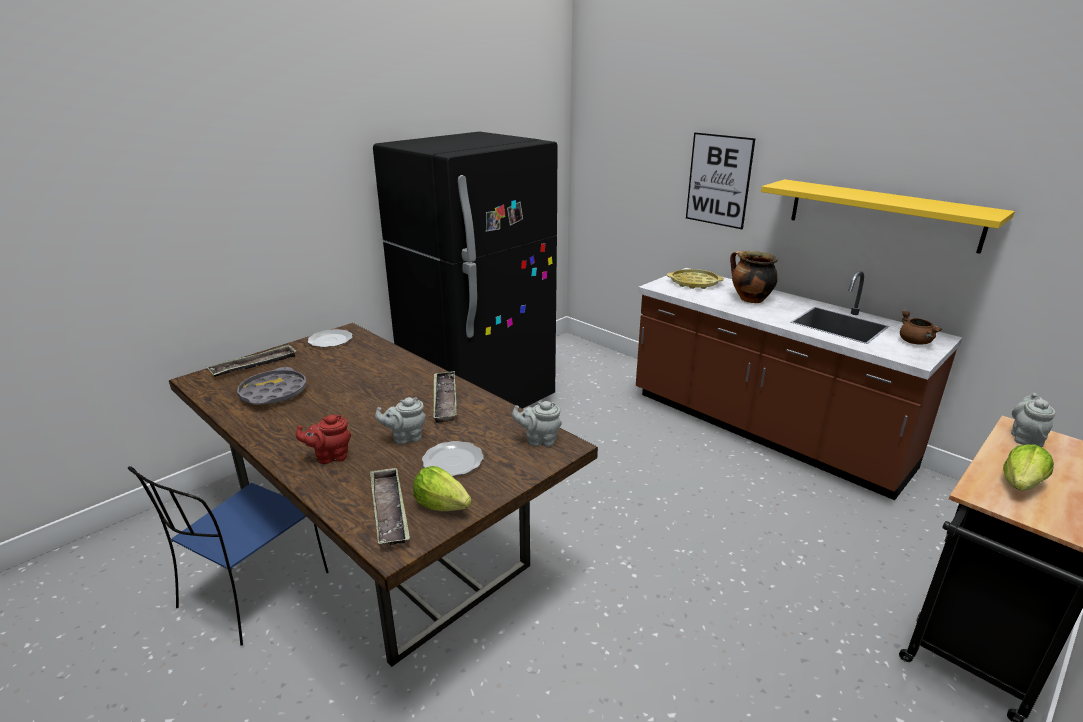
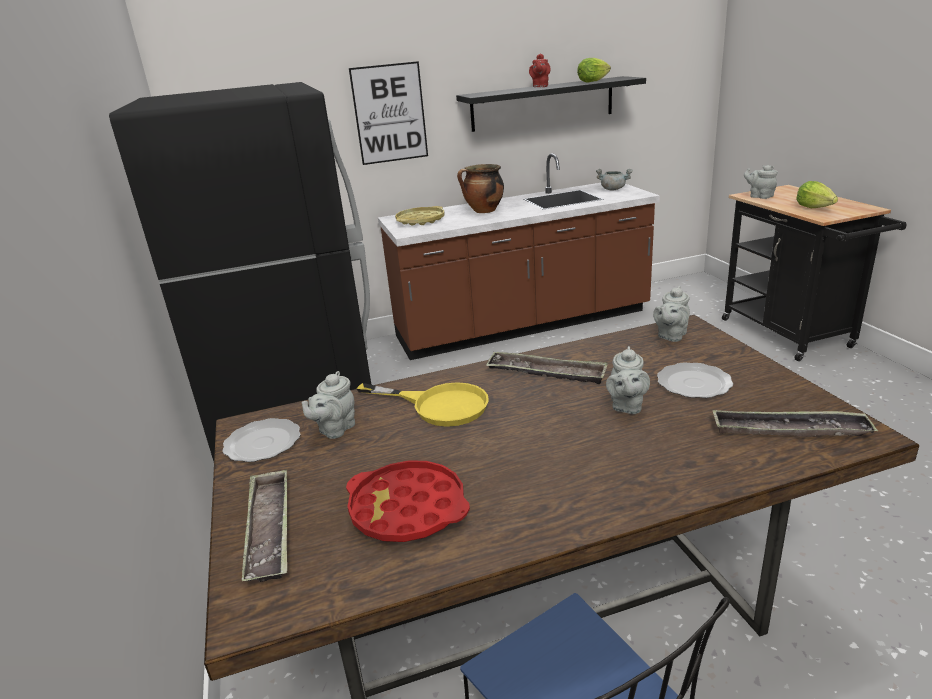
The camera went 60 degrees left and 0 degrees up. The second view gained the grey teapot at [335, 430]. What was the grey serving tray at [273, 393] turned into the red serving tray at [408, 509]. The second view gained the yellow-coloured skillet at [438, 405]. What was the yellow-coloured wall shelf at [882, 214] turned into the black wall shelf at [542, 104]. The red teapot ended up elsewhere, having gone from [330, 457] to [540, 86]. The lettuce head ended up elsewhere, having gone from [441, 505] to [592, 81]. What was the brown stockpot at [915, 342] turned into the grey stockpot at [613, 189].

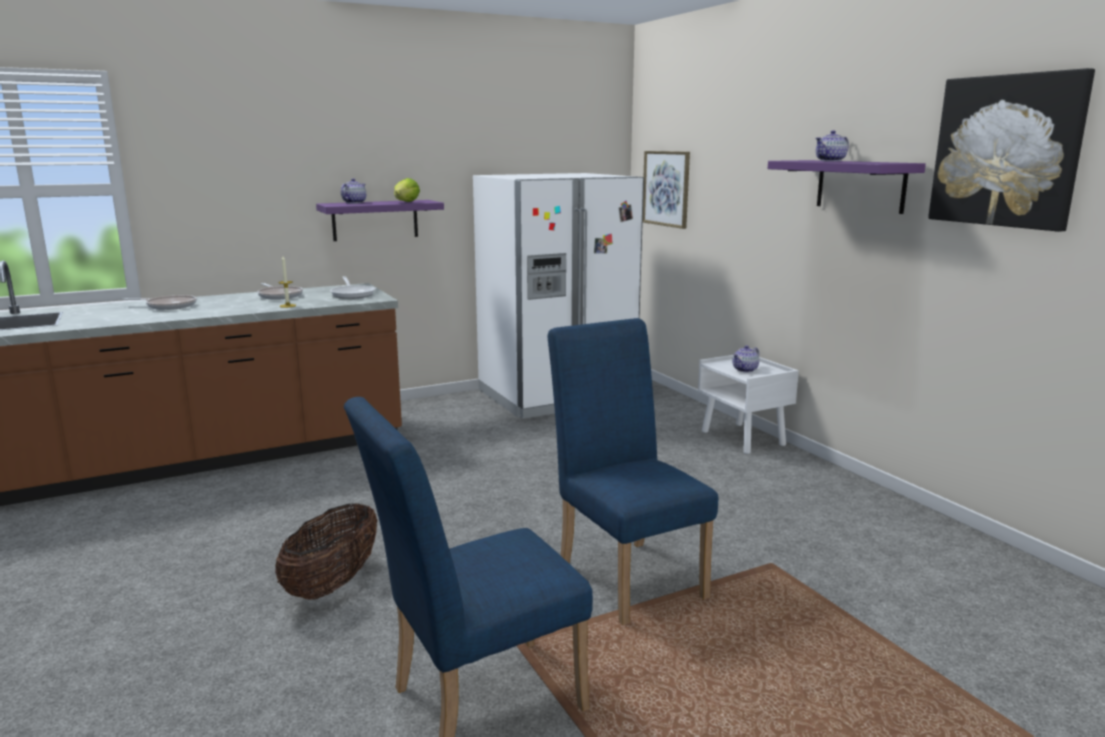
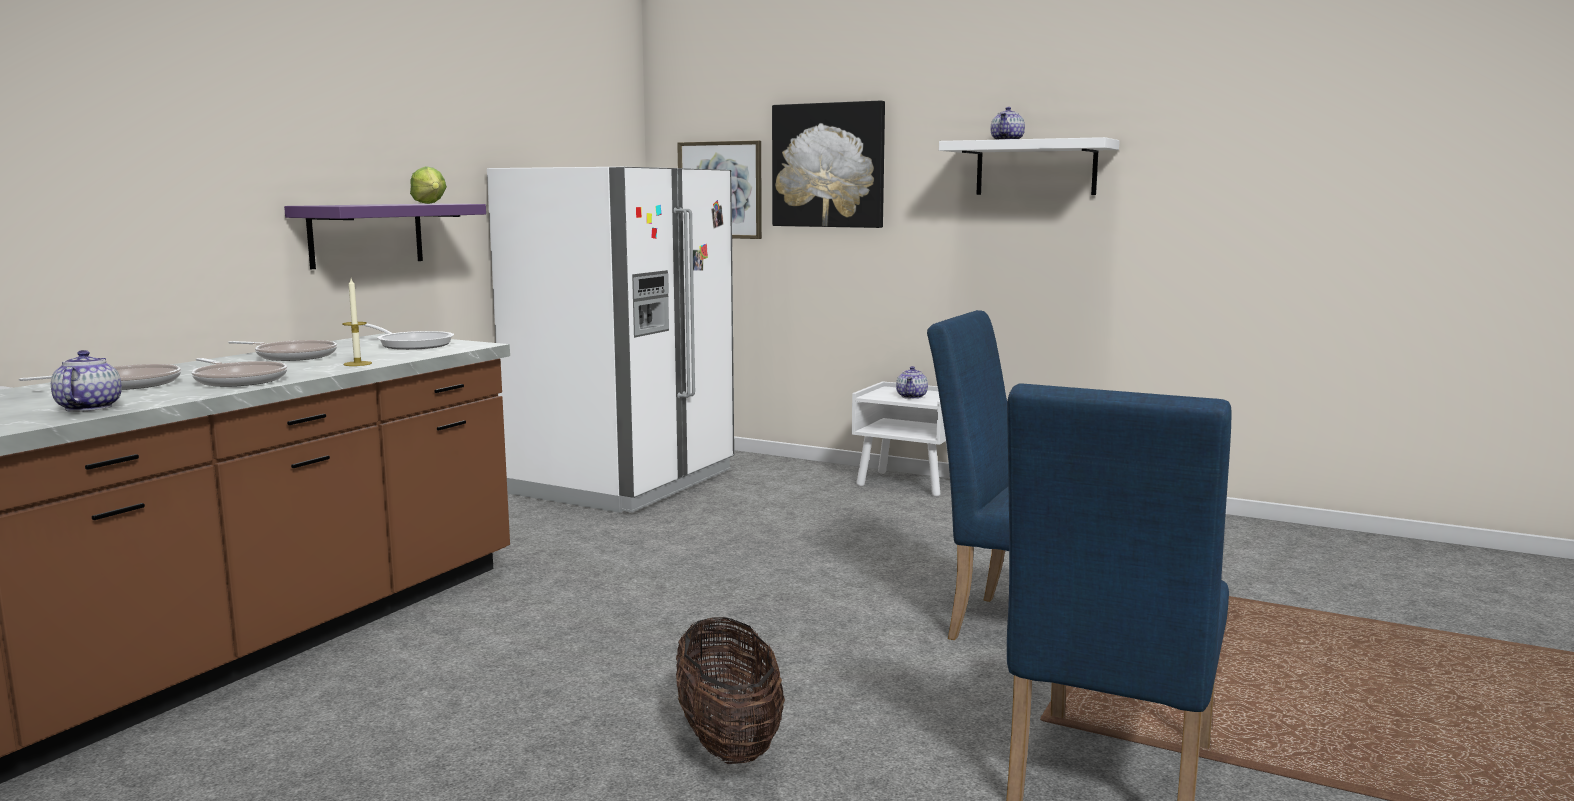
The camera went 35 degrees left and 5 degrees down. The teapot ended up elsewhere, having gone from [354, 203] to [88, 407]. The second view gained the skillet at [238, 380]. The wall picture ended up elsewhere, having gone from [1006, 151] to [828, 165]. What was the purple-coloured wall shelf at [860, 185] turned into the white-coloured wall shelf at [1036, 168].

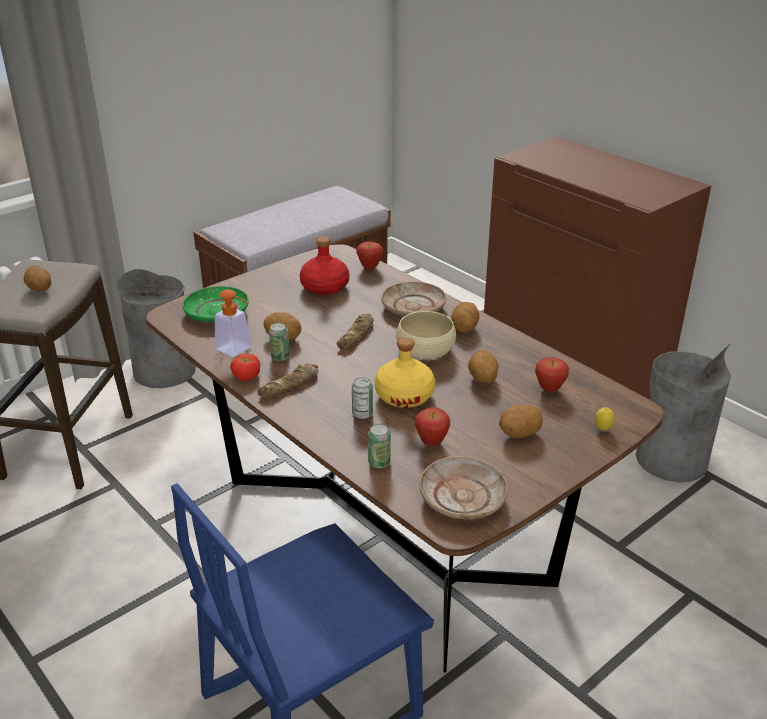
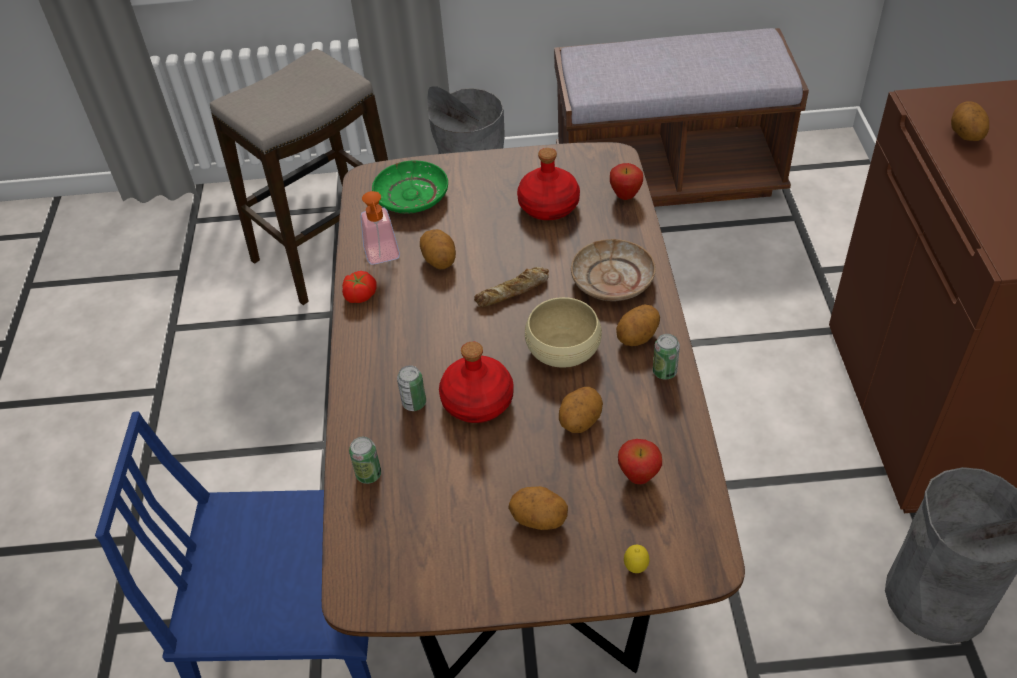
The camera went 40 degrees right and 15 degrees up. What was the yellow-coloured beverage bottle at [404, 395] turned into the red beverage bottle at [478, 400]. The can ended up elsewhere, having gone from [280, 357] to [664, 372]. The potato ended up elsewhere, having gone from [39, 290] to [965, 136]. The second view lost the baked bread at [290, 385]. The second view lost the whole apple at [431, 442]. The second view lost the sand-coloured flat dish at [462, 497].

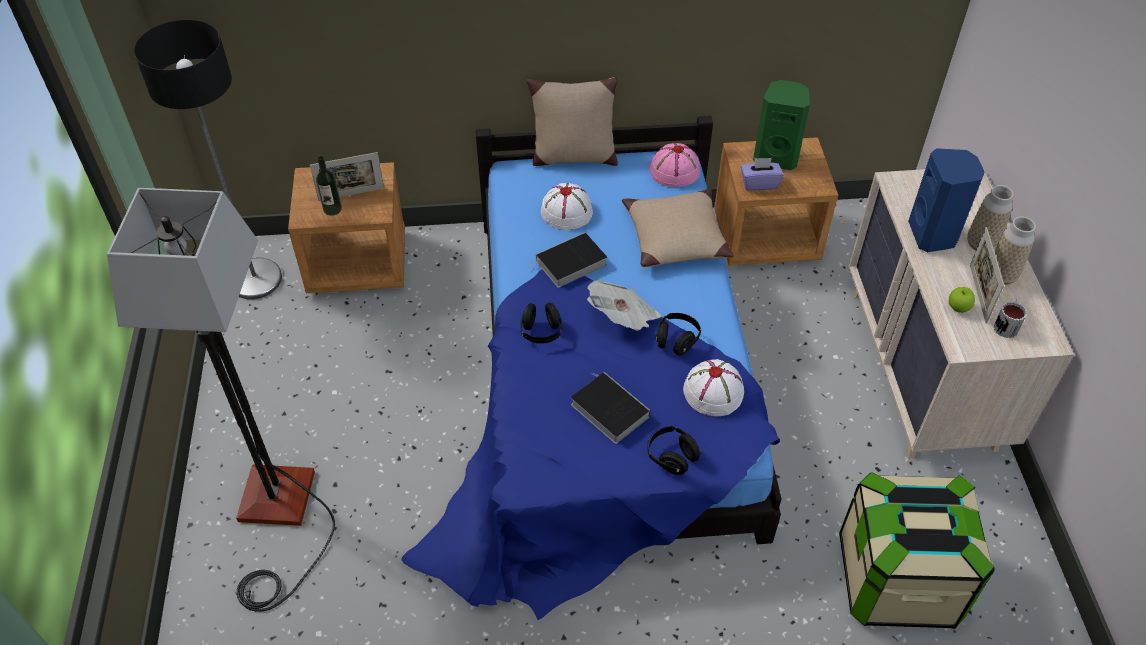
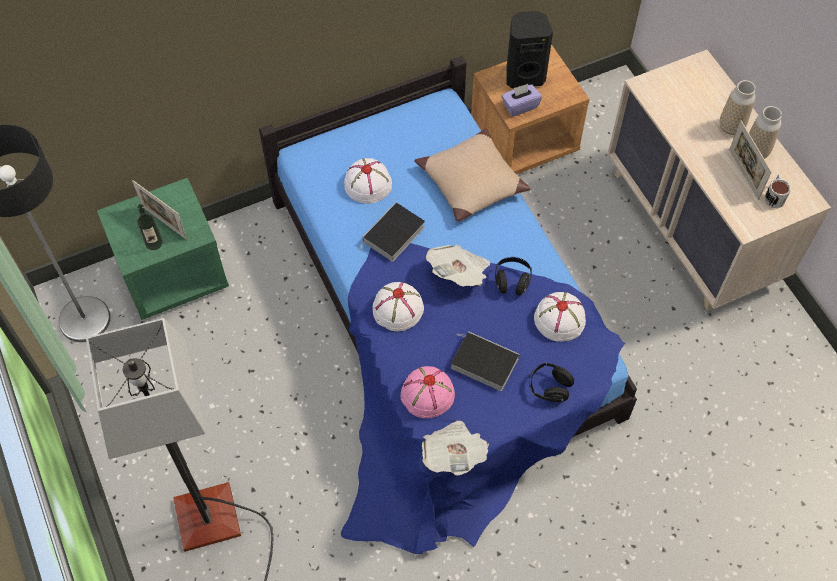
The camera went 20 degrees left and 10 degrees up. What was the brown bedside table at [358, 263] turned into the green-coloured bedside table at [174, 274]. The picture frame at [351, 194] ended up facing another way, 75 degrees clockwise from before. Where the black headset stood at [541, 332], the white-coloured wearable hat came to stand at [397, 309]. The pink-coloured wearable hat ended up elsewhere, having gone from [674, 171] to [427, 394]. The second view gained the printed paper at [454, 454]. What was the green-coloured speaker at [776, 157] turned into the black speaker at [524, 75]. The second view lost the sand-coloured cushion at [573, 156]. The second view lost the storage box at [898, 579]. The second view lost the blue-coloured speaker at [933, 235]. The second view lost the whole apple at [958, 308].

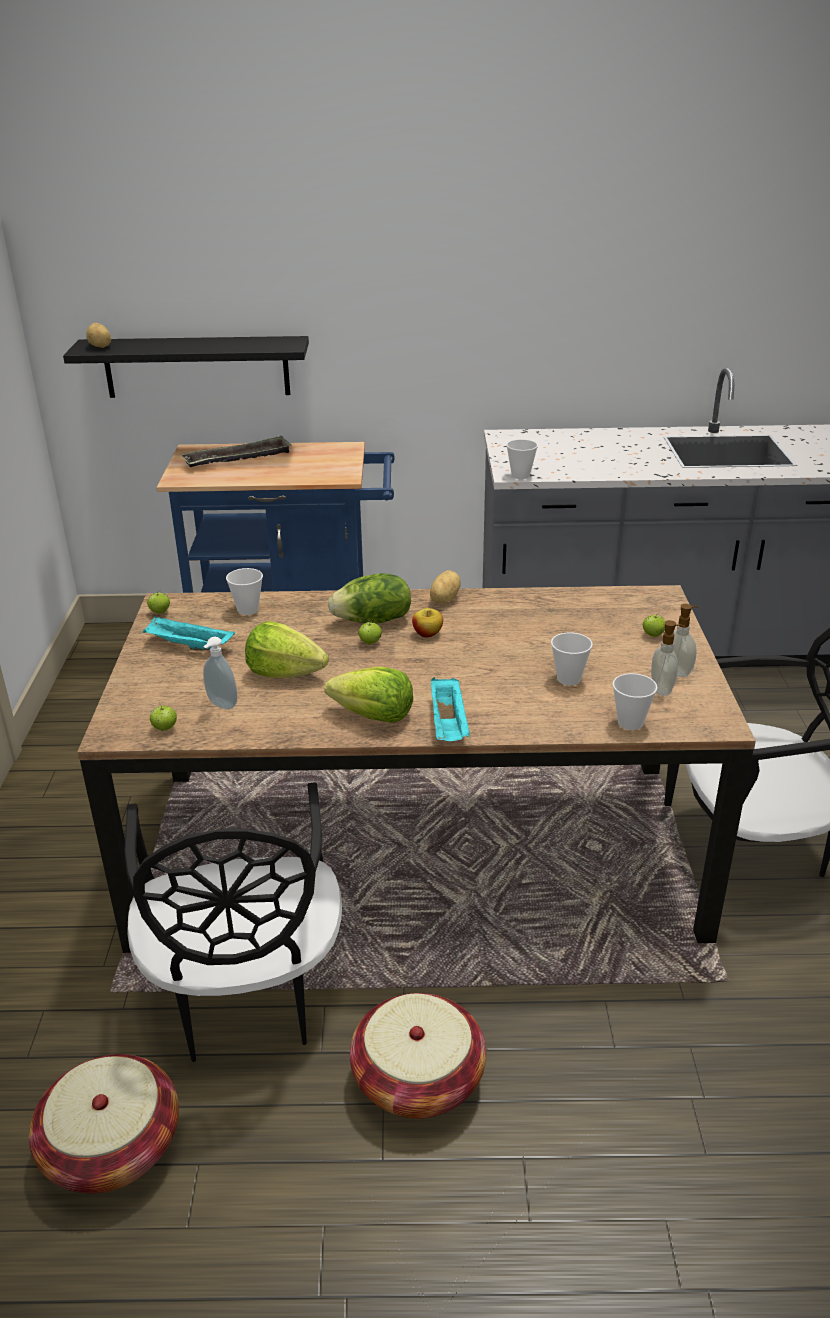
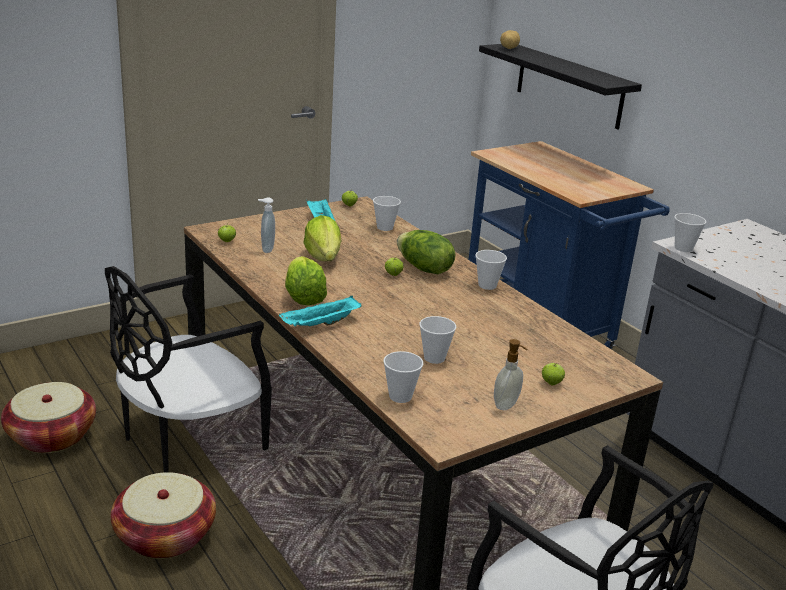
The camera went 55 degrees right and 5 degrees down. Where the potato stood at [443, 599], the small cup came to stand at [487, 285]. The second view lost the serving tray at [238, 458]. The second view lost the whole apple at [427, 634]. The second view lost the liquid soap bottle at [662, 689].

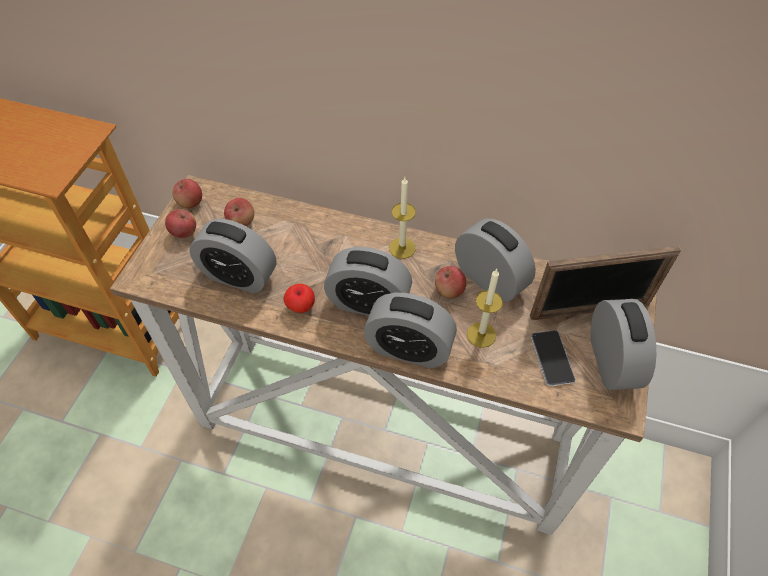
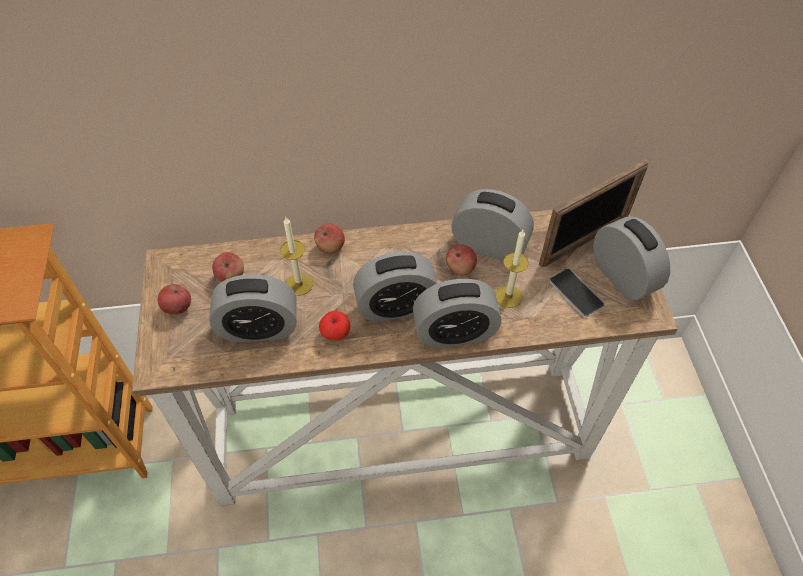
The camera went 25 degrees left and 0 degrees up. The wax light ended up elsewhere, having gone from [402, 248] to [299, 284]. The whole apple ended up elsewhere, having gone from [190, 203] to [330, 247].

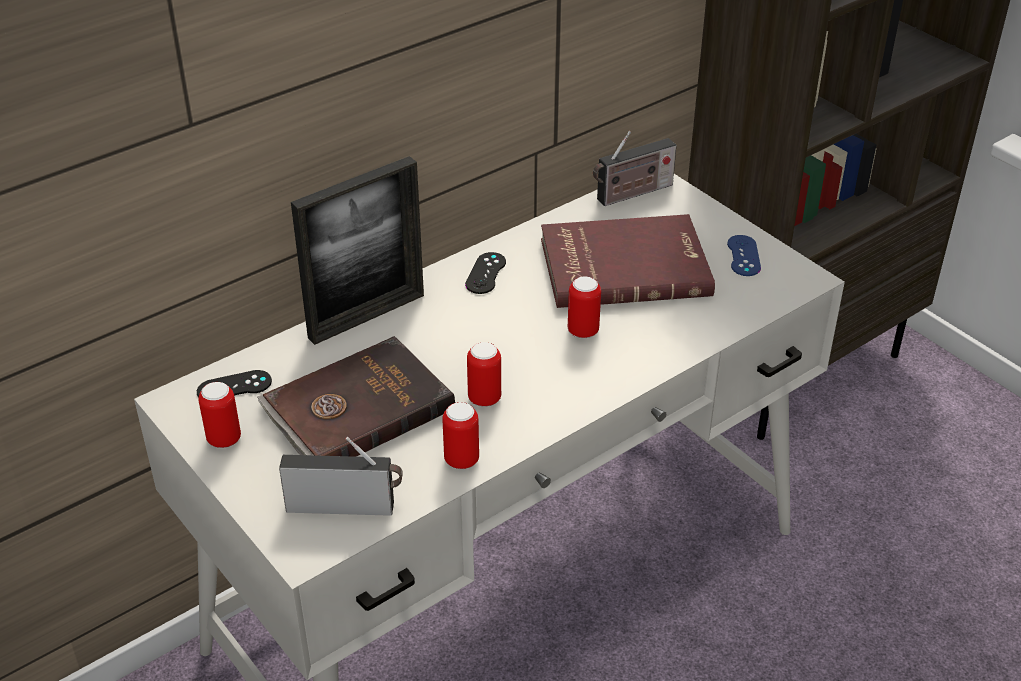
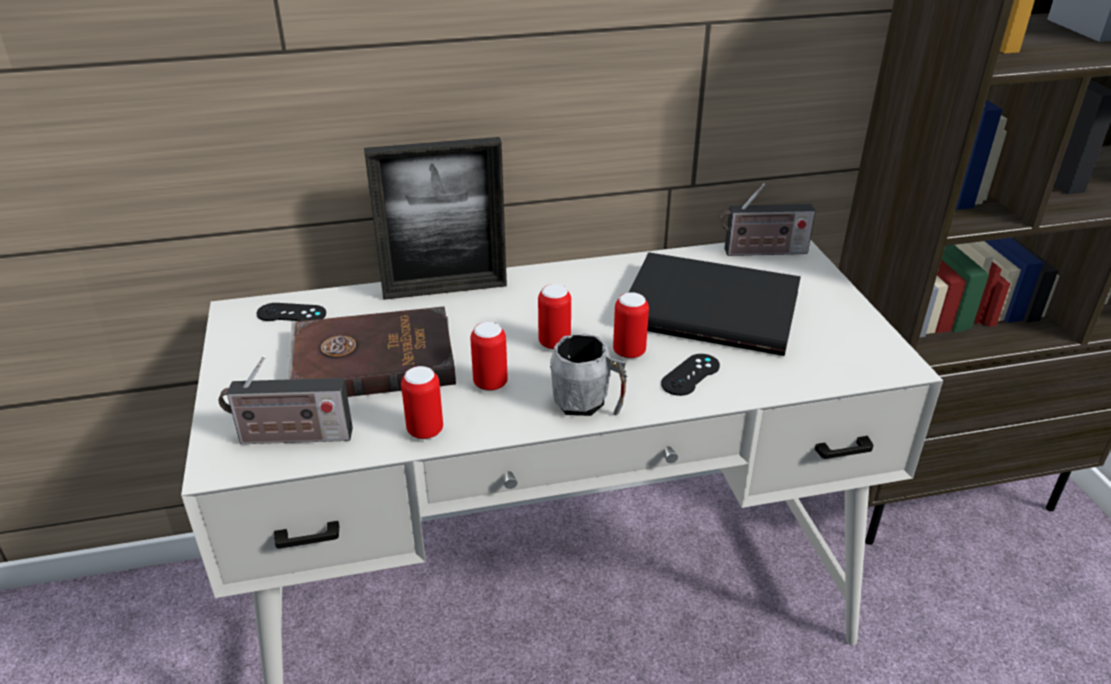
The camera went 25 degrees right and 5 degrees down. The radio receiver at [346, 506] ended up facing another way, 150 degrees clockwise from before. The can ended up elsewhere, having gone from [224, 439] to [554, 343]. The second view gained the grey coffee mug at [588, 405]. What was the red book at [624, 265] turned into the black book at [711, 307]. The black game controller ended up elsewhere, having gone from [485, 273] to [690, 375]. The second view lost the blue-coloured game controller at [743, 256].

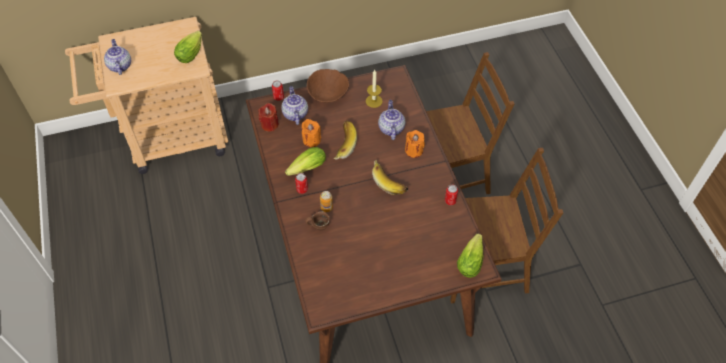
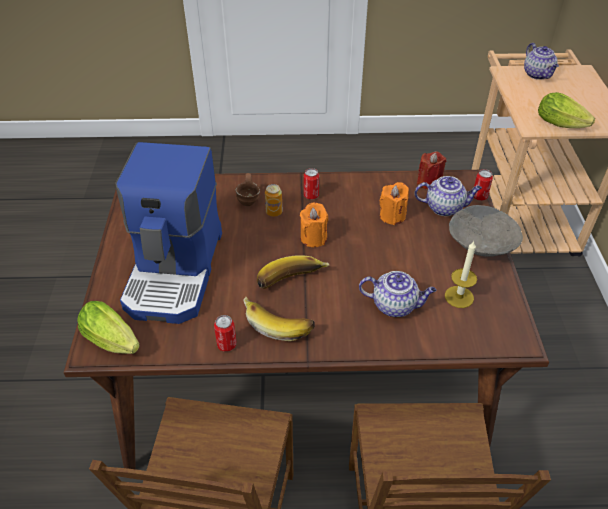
The camera went 105 degrees right and 10 degrees down. The second view gained the coffee maker at [176, 271]. The banana fruit ended up elsewhere, having gone from [342, 144] to [279, 323]. The orange-coloured wax light ended up elsewhere, having gone from [414, 150] to [313, 238]. What was the brown deep dish at [327, 94] turned into the grey deep dish at [481, 246]. The teapot at [119, 66] ended up facing another way, 75 degrees clockwise from before. The second view lost the lettuce head at [305, 169].

